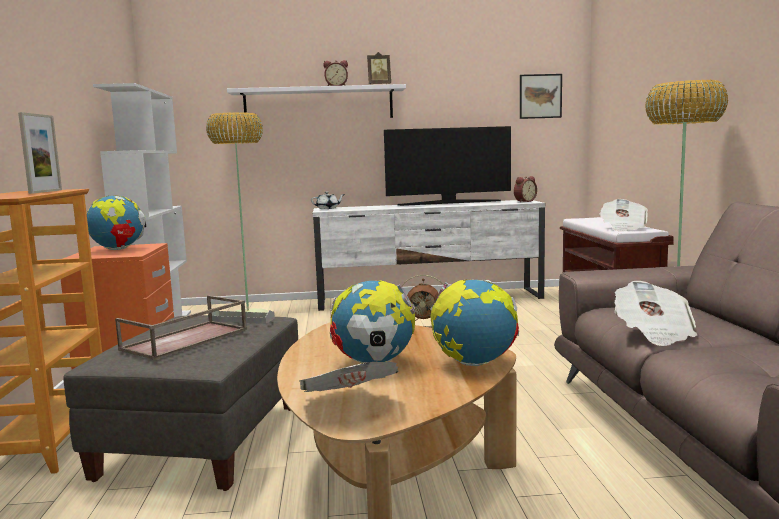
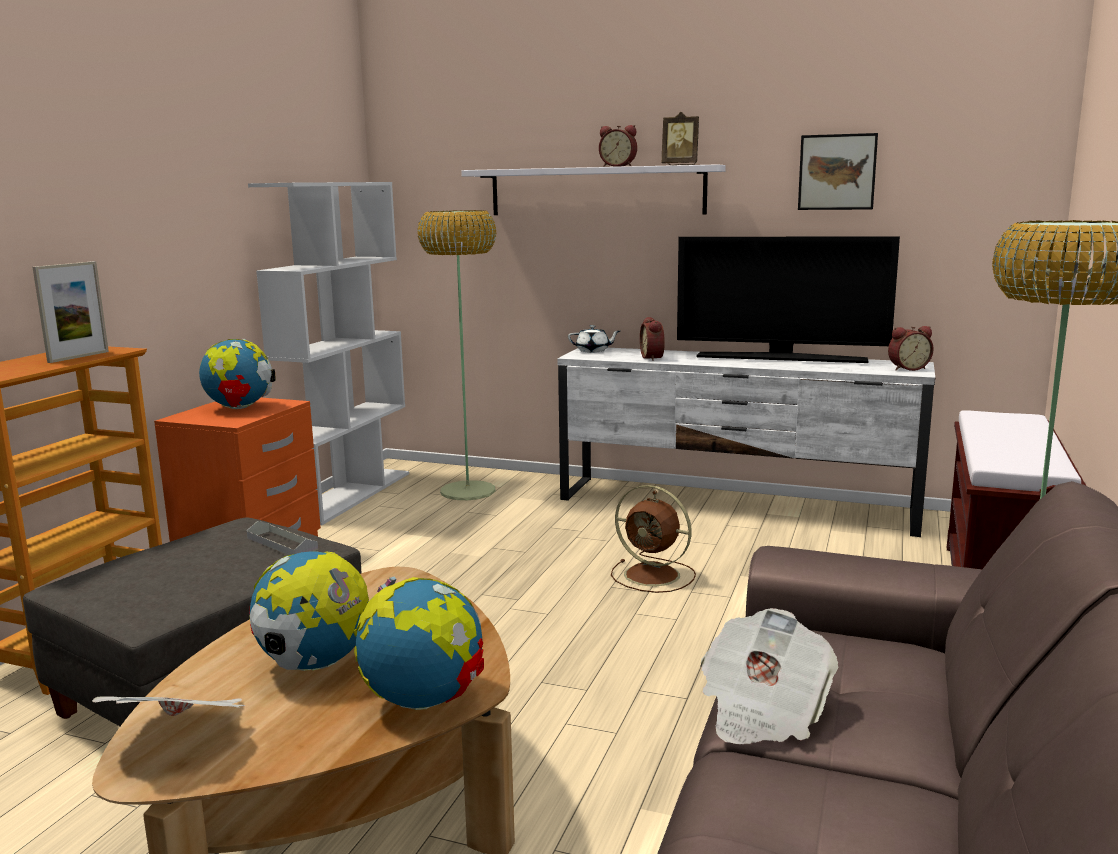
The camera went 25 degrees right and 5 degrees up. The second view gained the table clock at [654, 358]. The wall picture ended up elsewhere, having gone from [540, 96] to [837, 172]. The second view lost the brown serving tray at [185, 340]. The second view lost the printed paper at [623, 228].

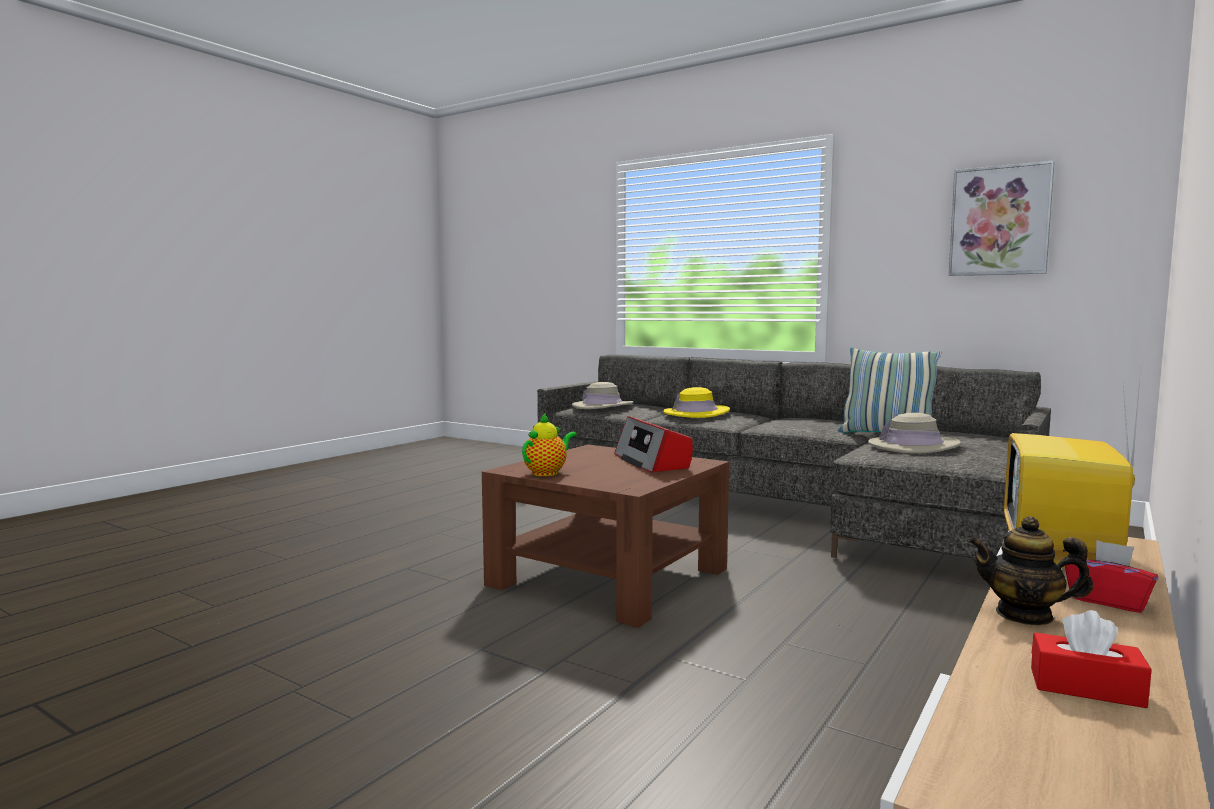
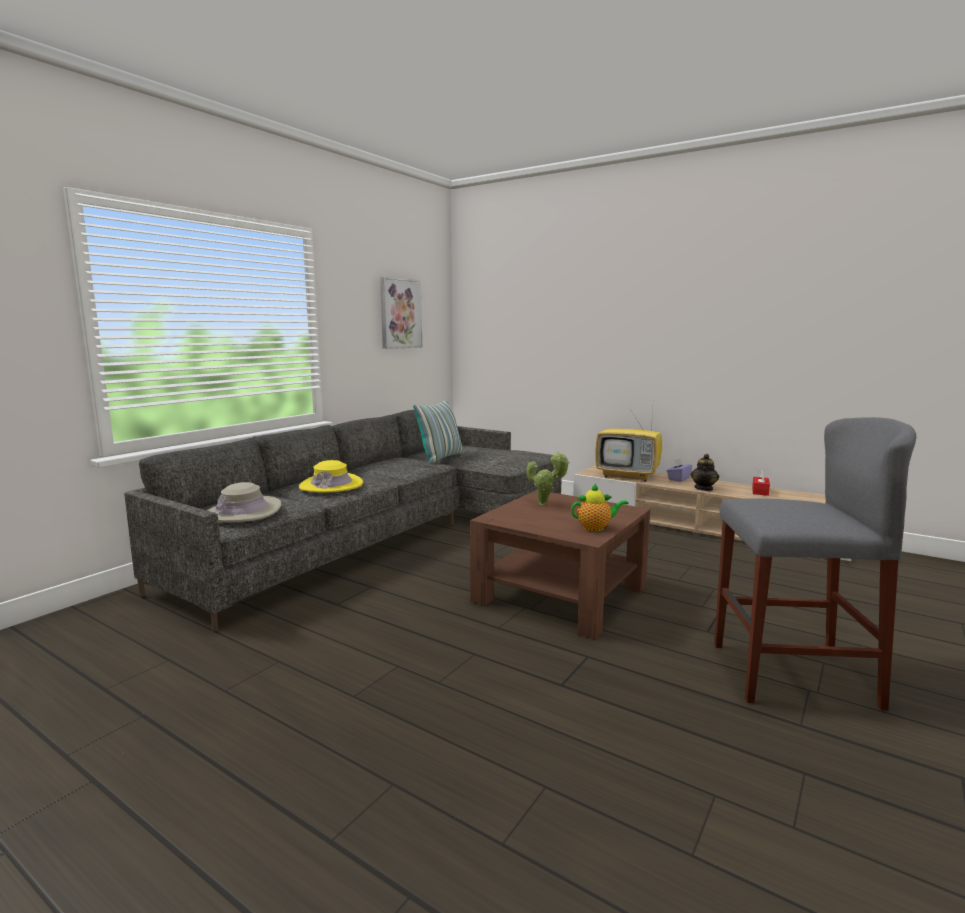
The camera went 90 degrees left and 5 degrees up. Where the radio receiver stood at [652, 462], the plant in a pot came to stand at [545, 504]. The teapot at [547, 473] ended up facing another way, 135 degrees clockwise from before. What was the red tissue holder at [1108, 601] turned into the purple-coloured tissue holder at [678, 479]. The second view gained the grey stool at [792, 674]. The second view lost the sand-coloured wearable hat at [913, 446].

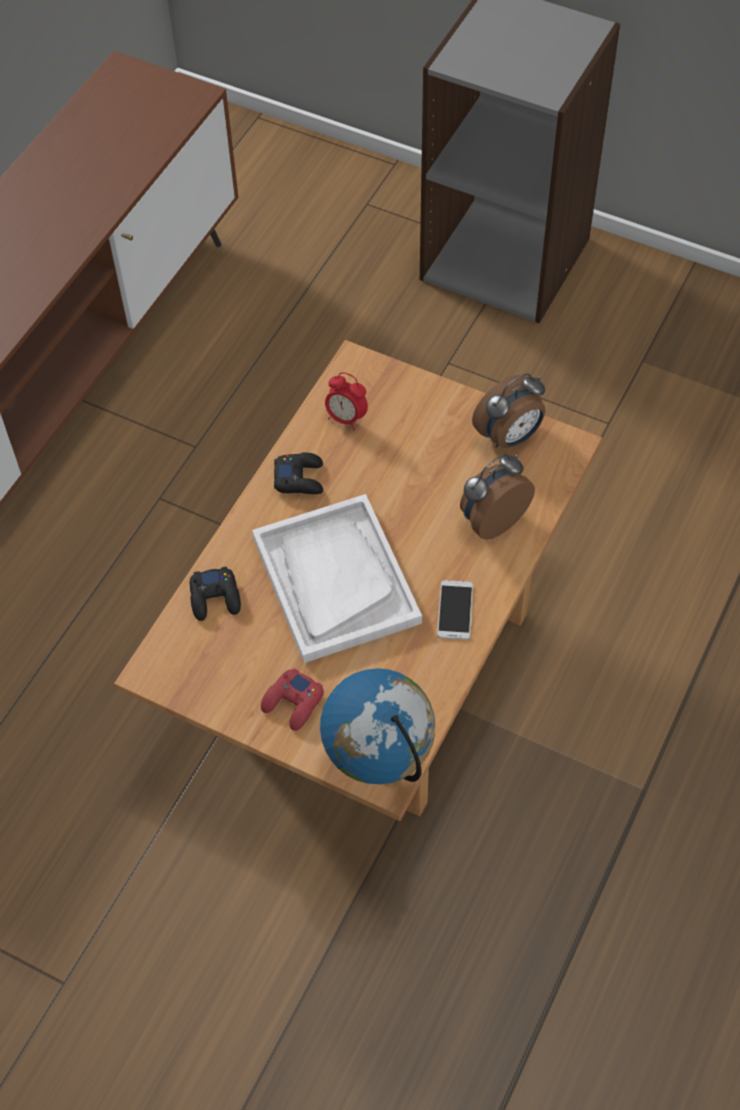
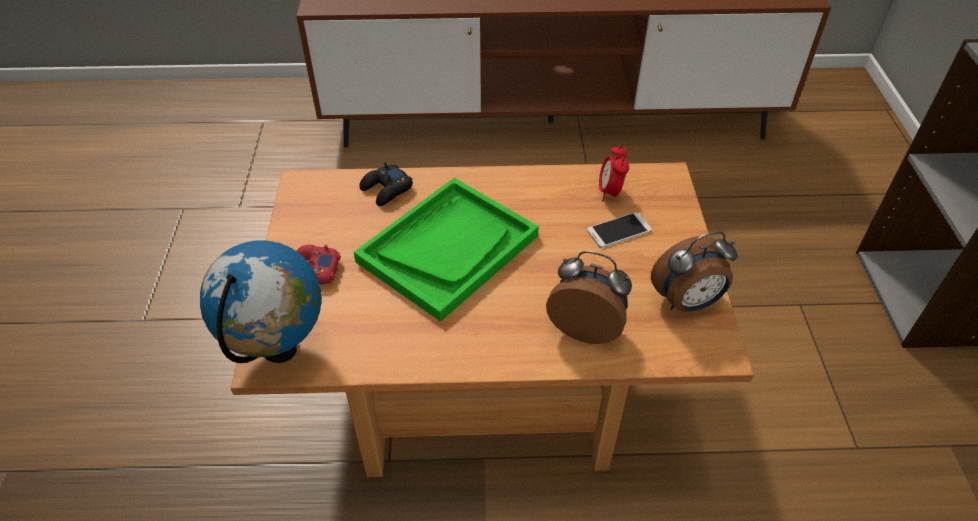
The camera went 60 degrees right and 10 degrees down. What was the white-coloured serving tray at [335, 580] turned into the green-coloured serving tray at [448, 248]. The phone ended up elsewhere, having gone from [455, 610] to [619, 230]. The table clock at [509, 437] ended up facing another way, 45 degrees counterclockwise from before. The second view lost the black game controller at [300, 478].

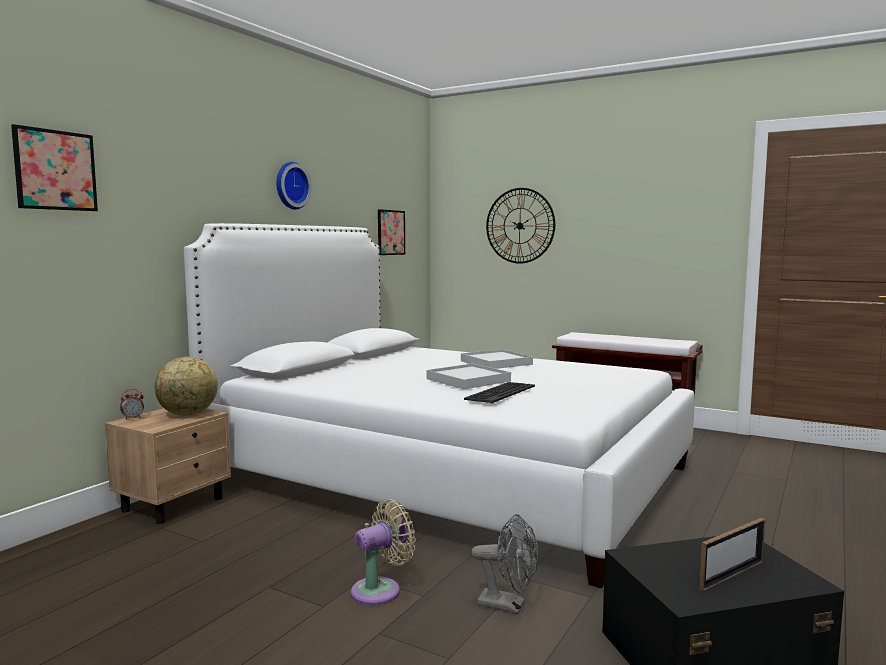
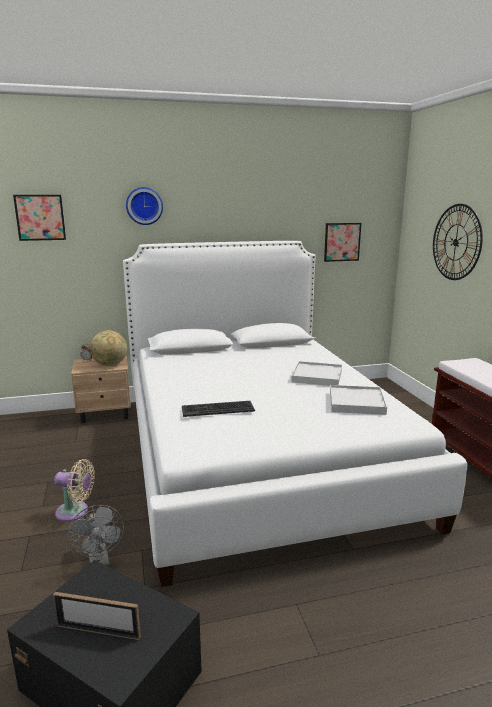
The camera went 45 degrees right and 10 degrees up. The wall clock ended up elsewhere, having gone from [290, 185] to [144, 206]. The white-coloured serving tray ended up elsewhere, having gone from [468, 380] to [356, 402].

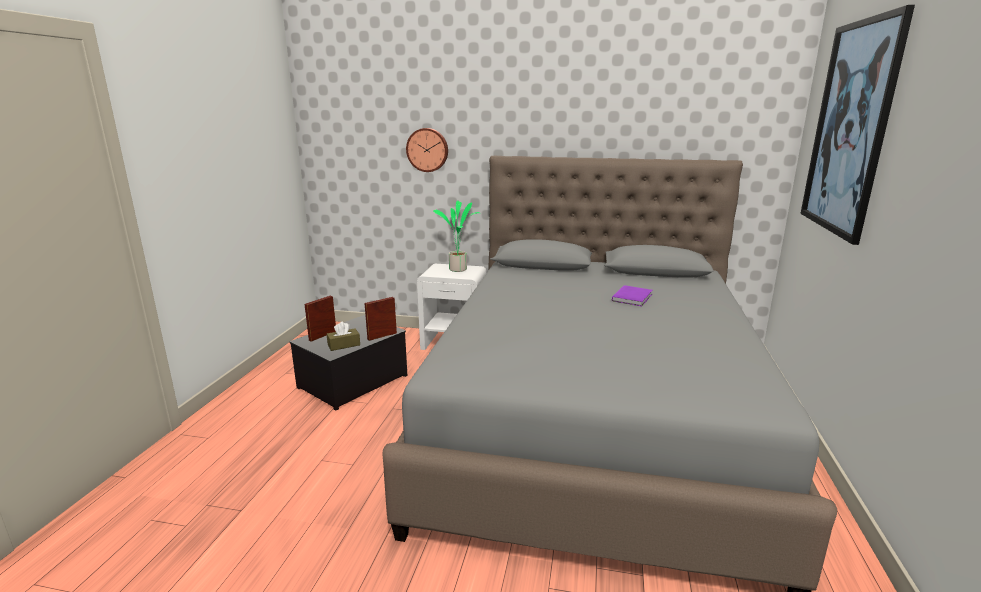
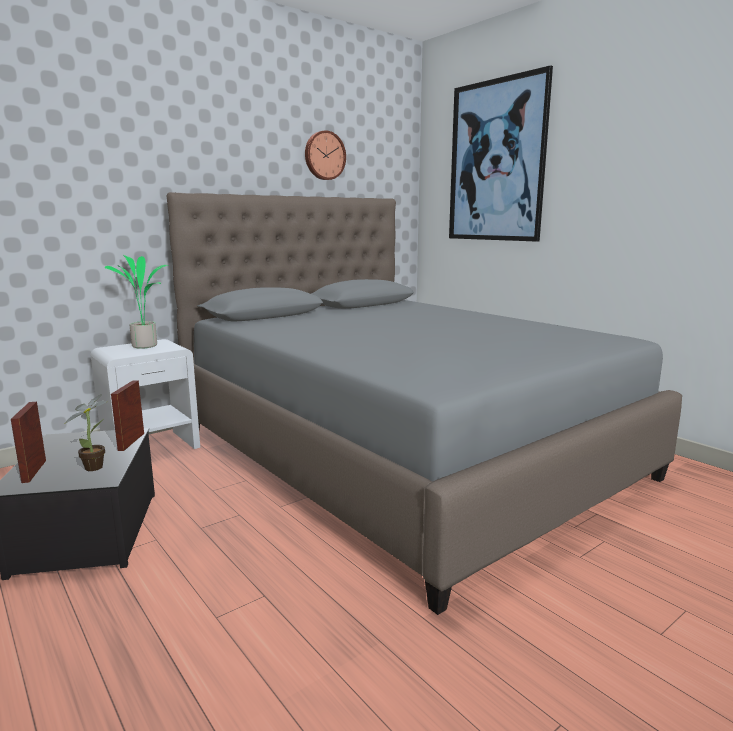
The camera went 50 degrees left and 5 degrees down. Where the brown tissue holder stood at [344, 345], the plant in a pot came to stand at [97, 466]. The wall clock ended up elsewhere, having gone from [427, 150] to [324, 155]. The second view lost the purple-coloured book at [633, 297].

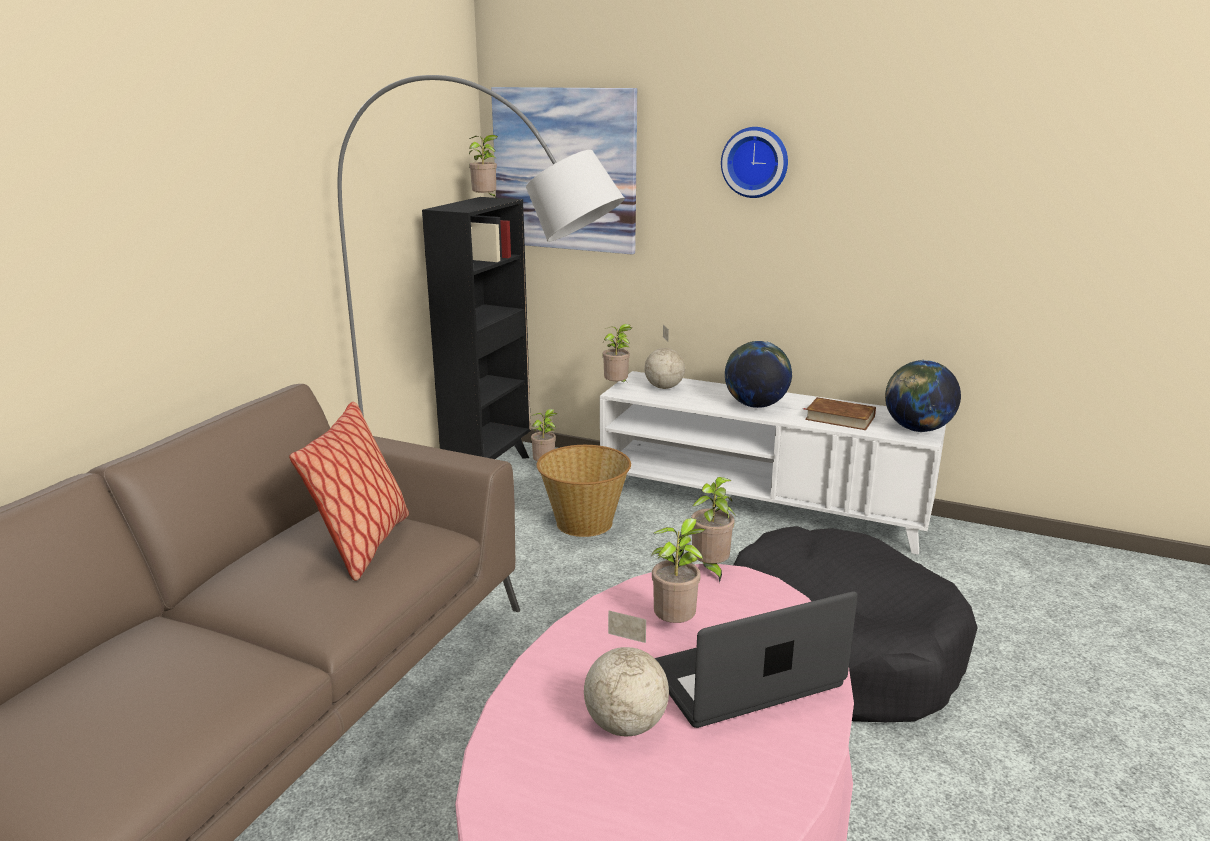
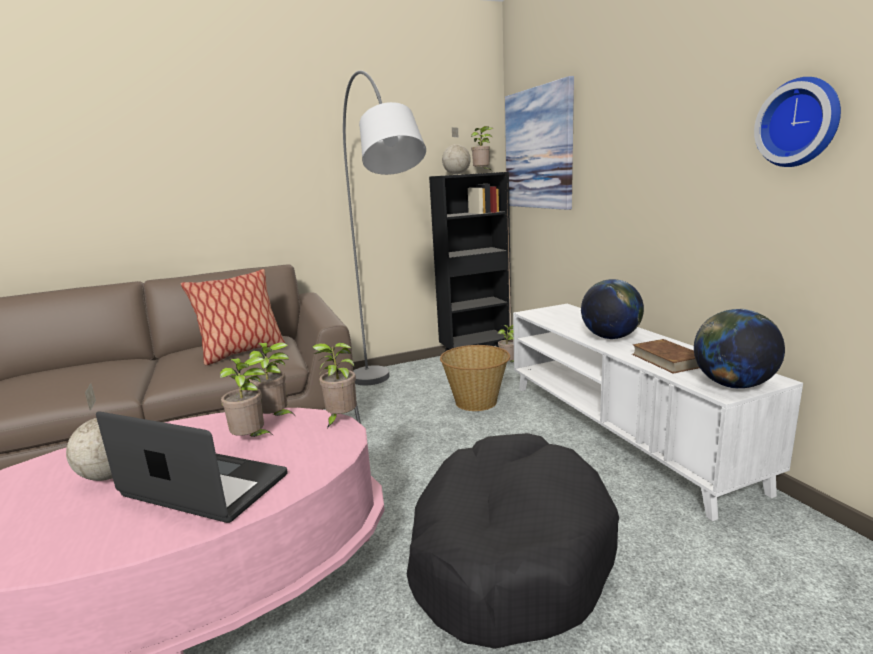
The camera went 45 degrees right and 5 degrees down. The plant in a pot ended up elsewhere, having gone from [617, 386] to [276, 419]. The world globe ended up elsewhere, having gone from [664, 387] to [457, 174]. The wall clock ended up elsewhere, having gone from [755, 162] to [800, 123].

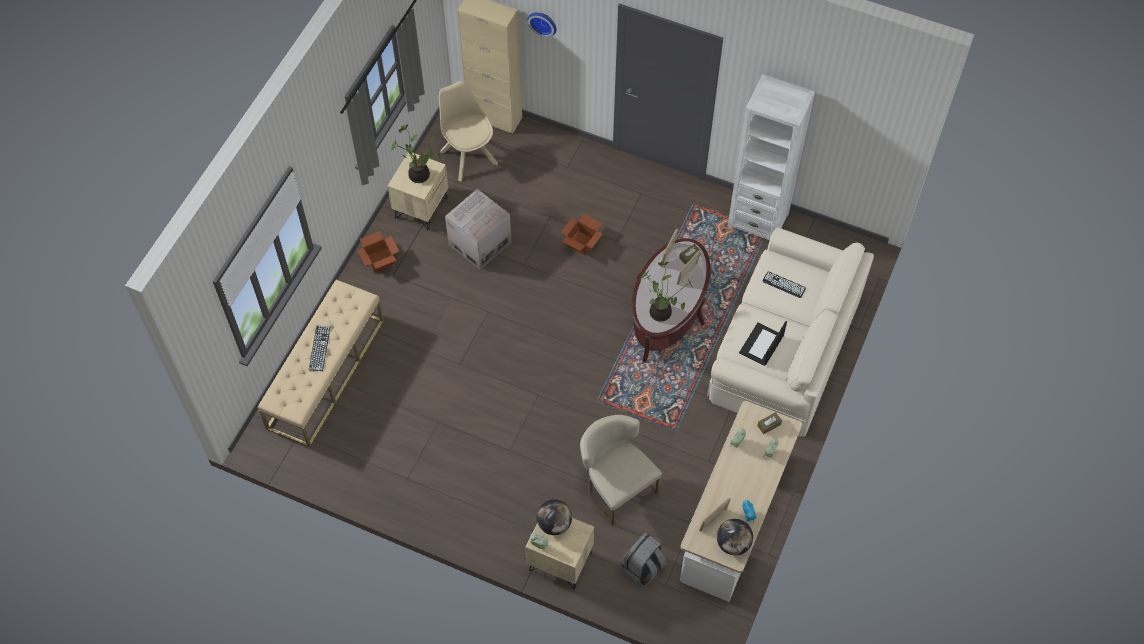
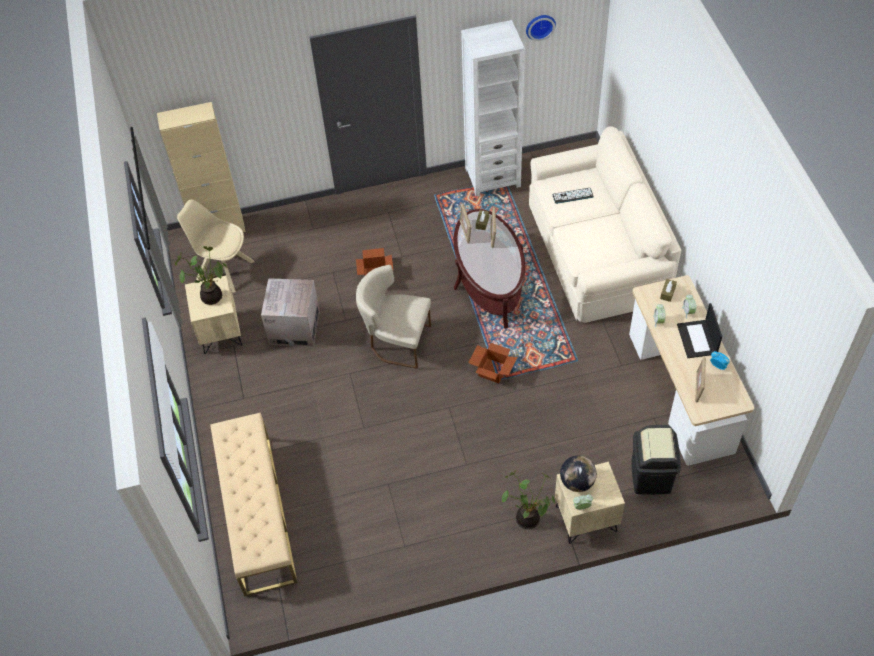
The camera went 35 degrees left and 5 degrees down. The sand-coloured plain chair ended up elsewhere, having gone from [615, 486] to [396, 341]. The carton ended up elsewhere, having gone from [380, 259] to [492, 370]. The plant in a pot ended up elsewhere, having gone from [662, 312] to [528, 517]. The wall clock ended up elsewhere, having gone from [543, 22] to [540, 26]. Where the grey backpack stood at [643, 568], the black trash can came to stand at [651, 476]. The laptop ended up elsewhere, having gone from [761, 345] to [697, 339]. The second view lost the keyboard at [319, 348]. The second view lost the world globe at [733, 544].

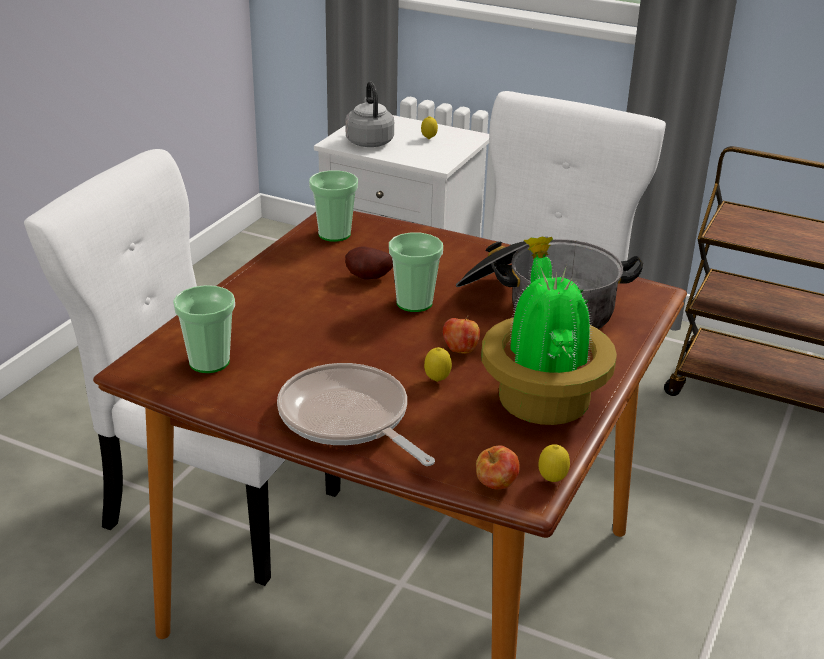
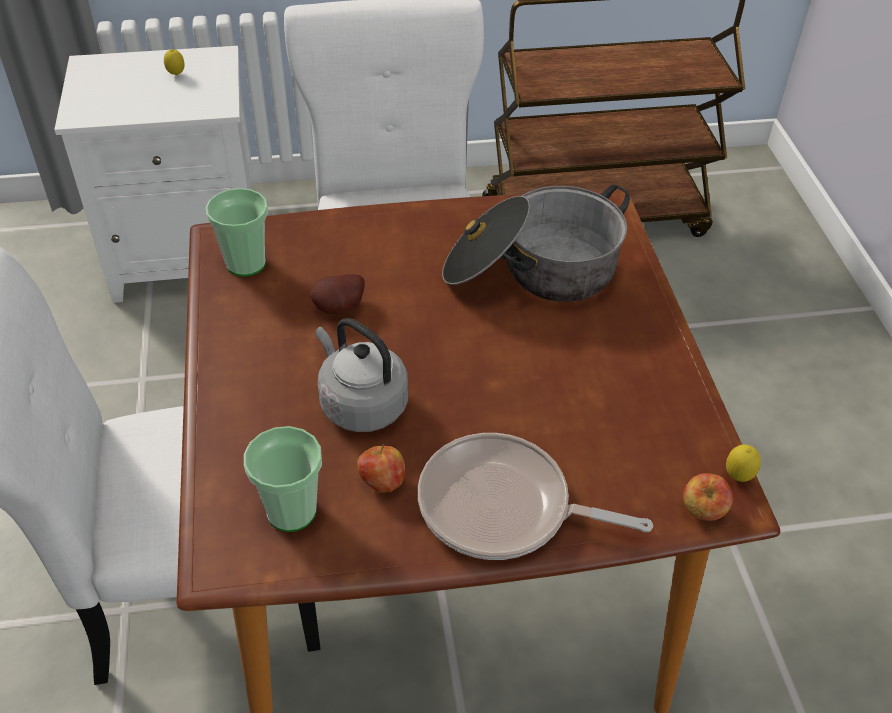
The camera went 35 degrees left and 15 degrees up. The grey tea kettle ended up elsewhere, having gone from [369, 141] to [360, 404]. The whole apple ended up elsewhere, having gone from [460, 350] to [382, 482]. The second view lost the small cup at [414, 303]. The second view lost the citrus fruit at [437, 381]. The second view lost the plant in a pot at [542, 399].

